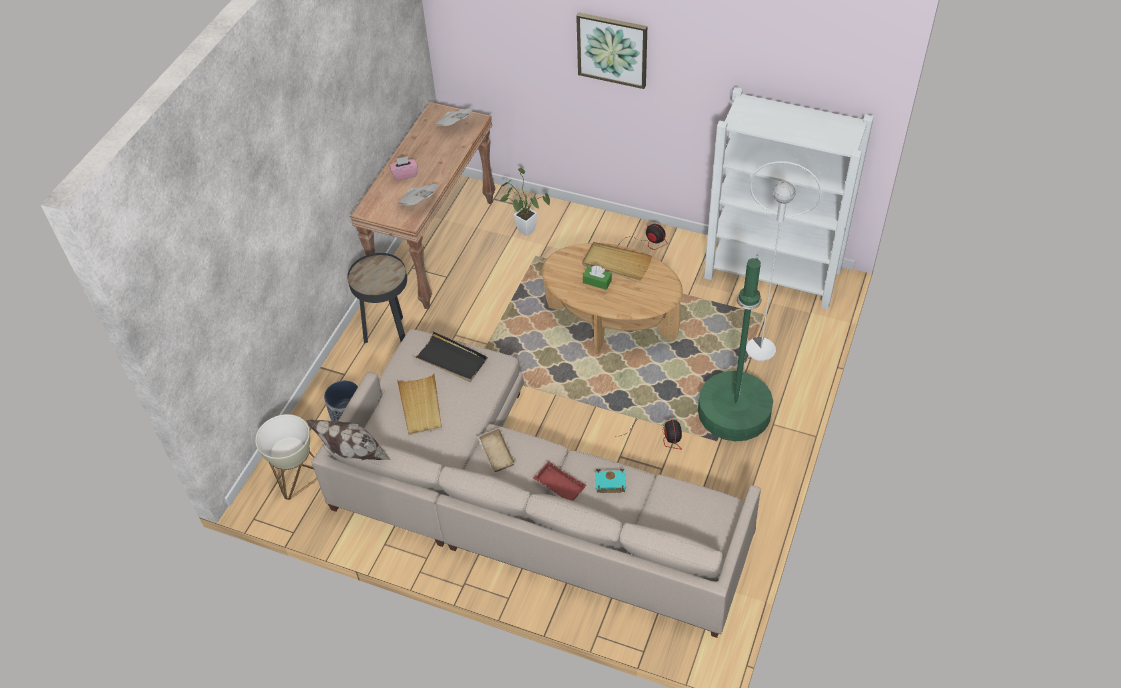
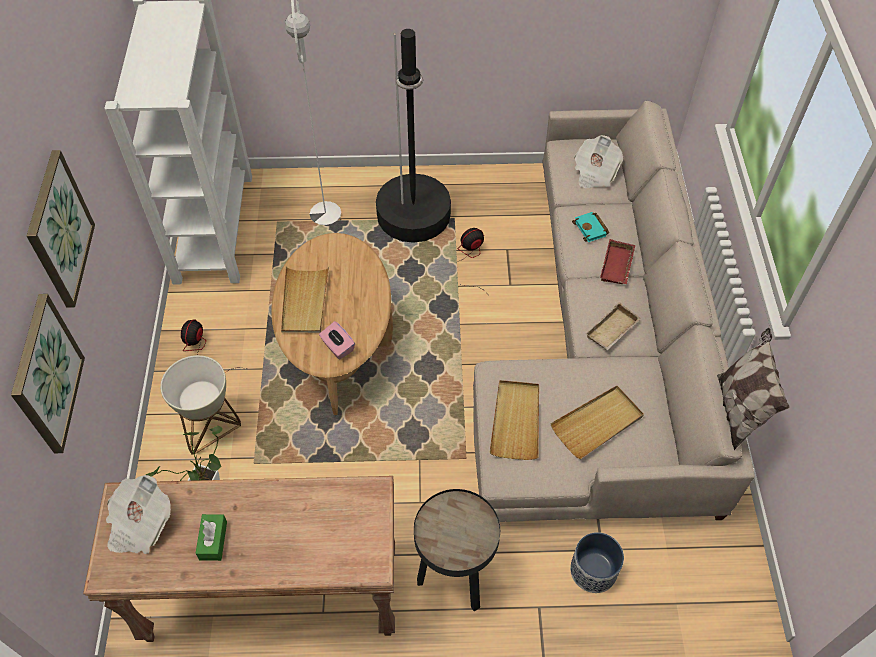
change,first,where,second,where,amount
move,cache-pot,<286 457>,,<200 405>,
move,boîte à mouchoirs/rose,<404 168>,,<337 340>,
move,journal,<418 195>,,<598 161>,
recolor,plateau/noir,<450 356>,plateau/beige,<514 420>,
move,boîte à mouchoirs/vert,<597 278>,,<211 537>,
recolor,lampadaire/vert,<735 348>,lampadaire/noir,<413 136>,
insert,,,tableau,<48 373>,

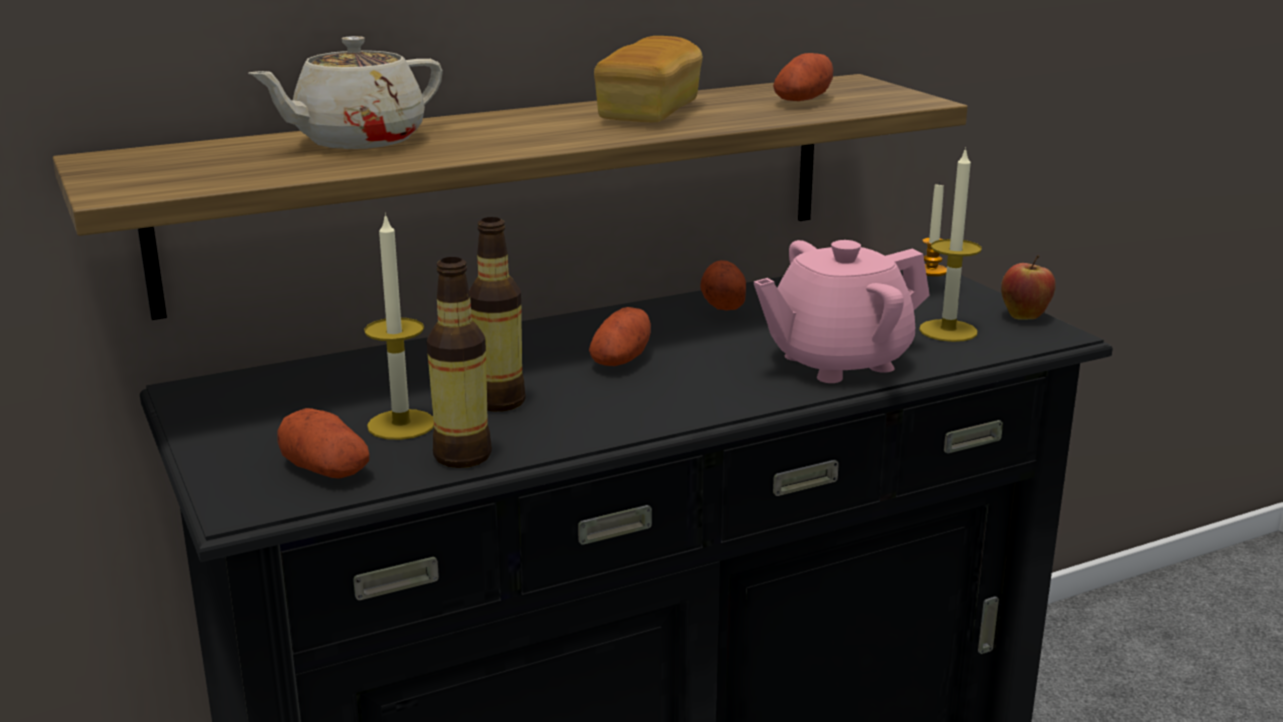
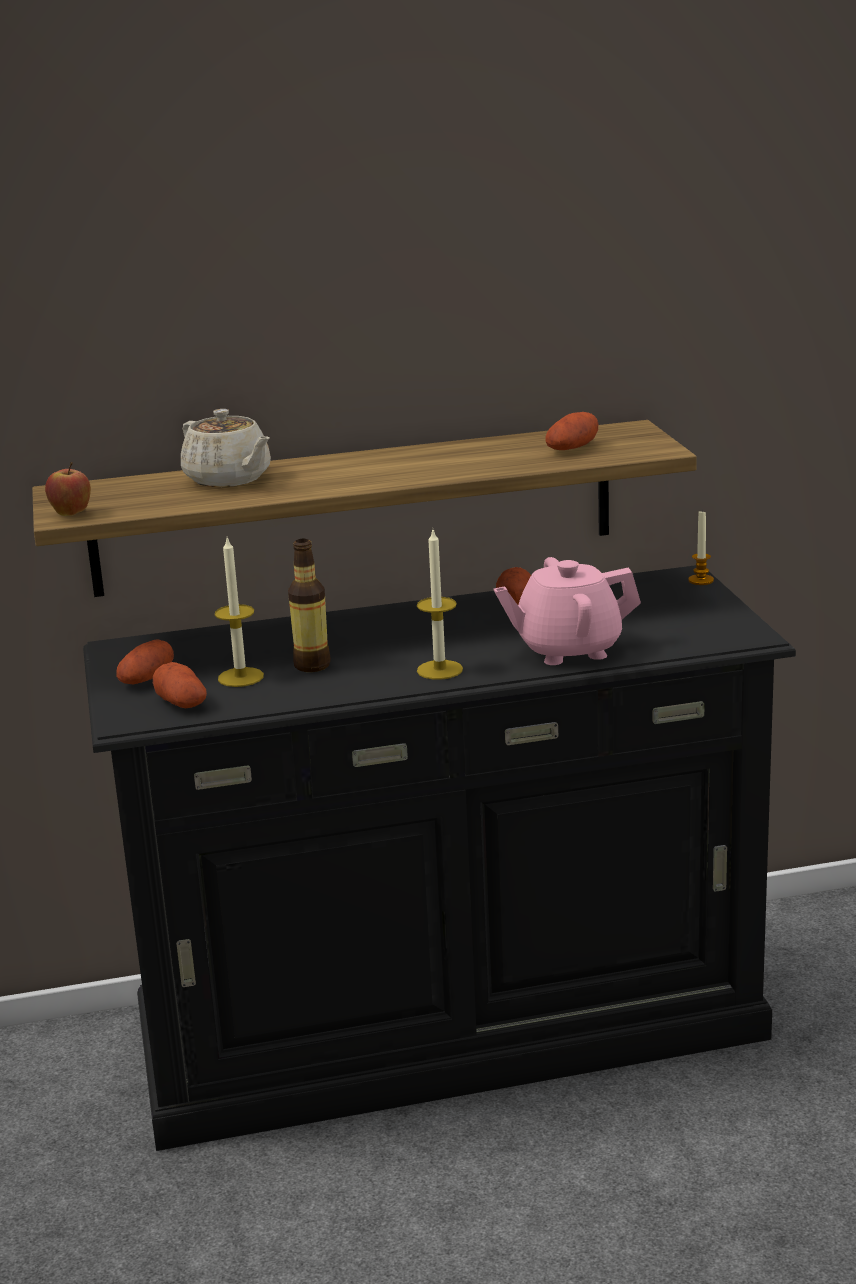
change,first,where,second,where,amount
rotate,théière/beige,<345 92>,,<226 448>,105 degrees counterclockwise
delete,bouteille,<459 362>,,,
move,pomme de terre,<620 336>,,<145 661>,
delete,pain,<648 79>,,,
move,bougie,<950 244>,,<440 605>,
move,pomme,<1028 287>,,<68 489>,

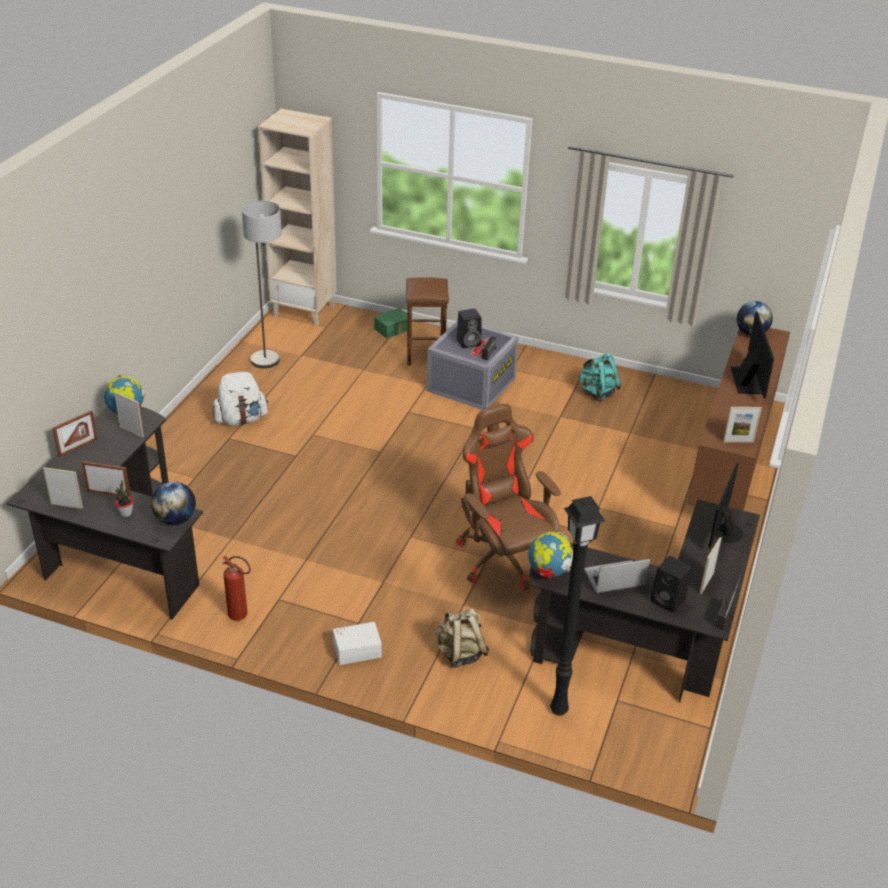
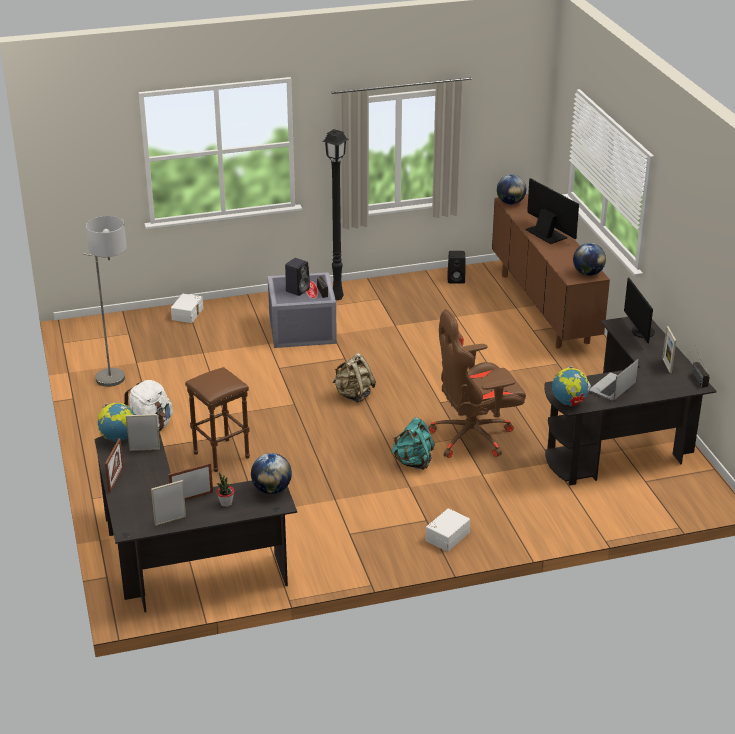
change,first,where,second,where,amount
delete,extincteur,<237 588>,,,
delete,bibliothèque/beige,<297 217>,,,
recolor,boîte de rangement/vert,<390 323>,boîte de rangement/blanc,<187 308>,
move,tabouret/marron,<427 321>,,<217 419>,
move,sac à dos/beige,<462 637>,,<354 378>,
rotate,chaise de bureau/marron,<508 497>,,<477 383>,45 degrees counterclockwise
move,lampadaire/noir,<578 606>,,<336 214>,
move,sac à dos/turquoise,<599 377>,,<413 443>,
move,enceinte/noir,<670 584>,,<456 267>,
replace,cadre photo,<742 425>,globe,<589 259>,

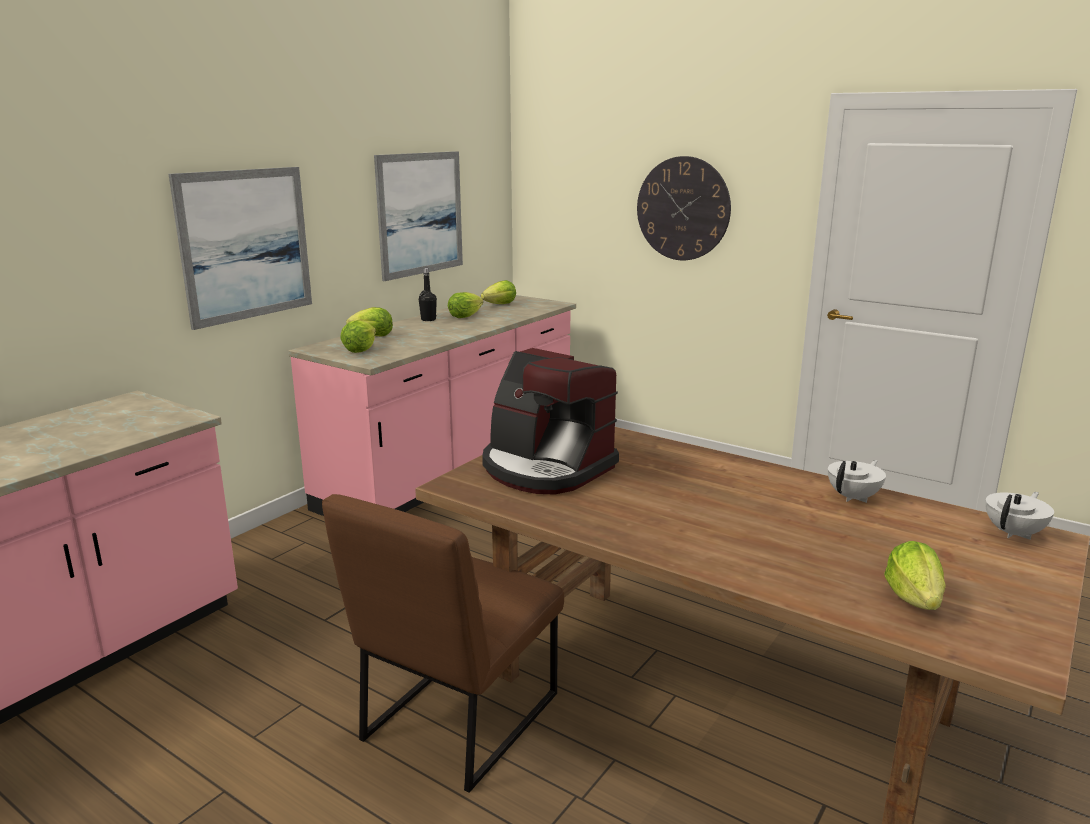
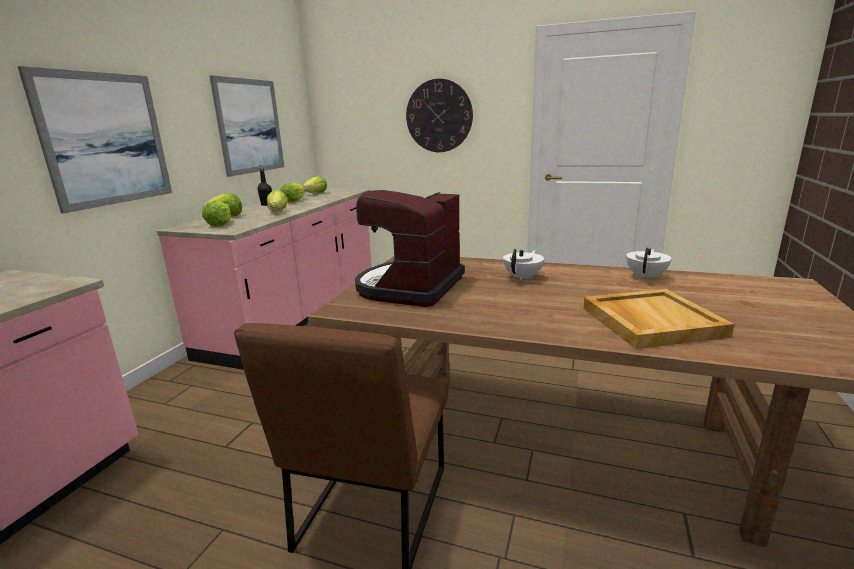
change,first,where,second,where,amount
rotate,machine à café,<550 421>,,<410 248>,90 degrees clockwise
move,laitue,<915 575>,,<277 201>,
move,théière/blanc,<1019 516>,,<523 265>,
insert,,,plateau/beige,<658 319>,

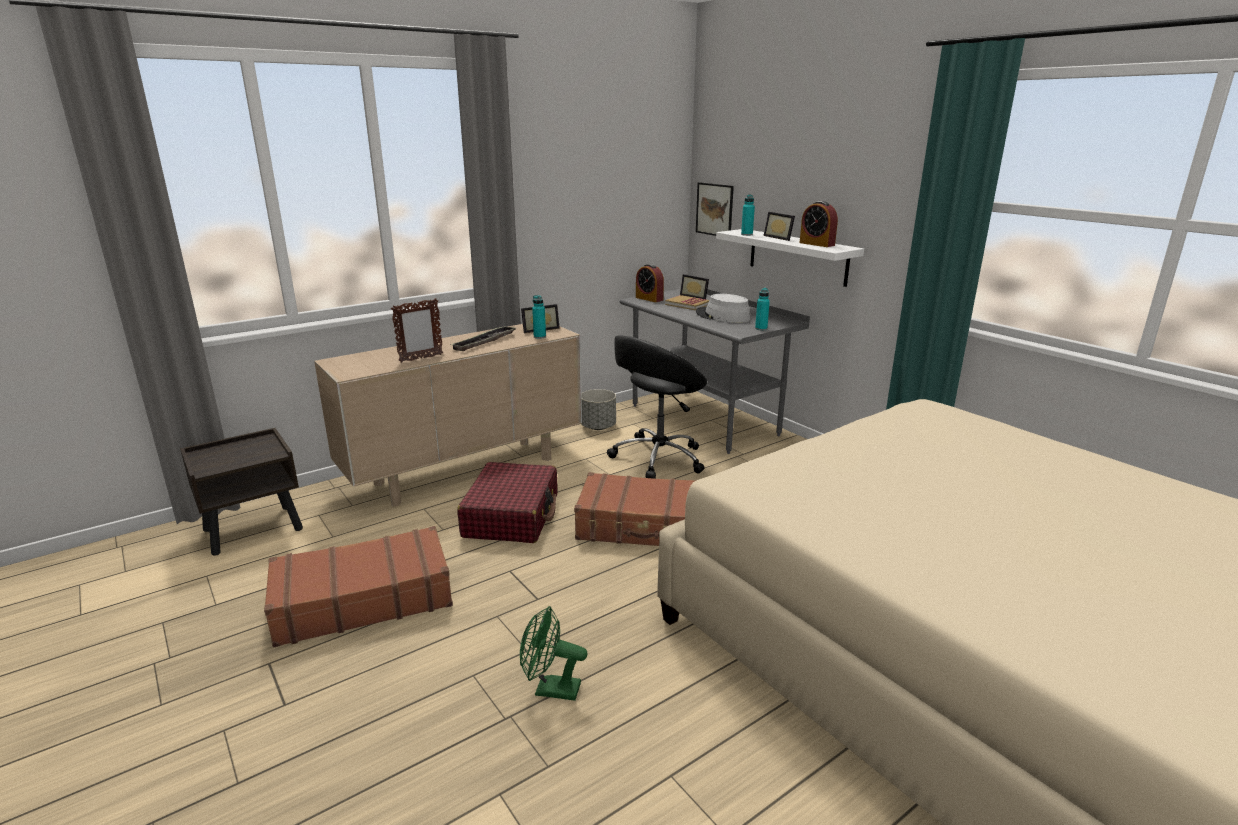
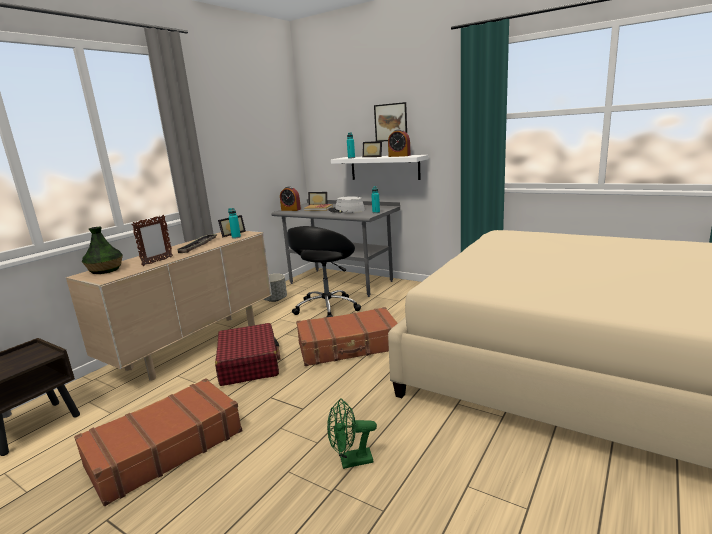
change,first,where,second,where,amount
move,tableau,<715 209>,,<390 121>,
insert,,,vase,<102 250>,

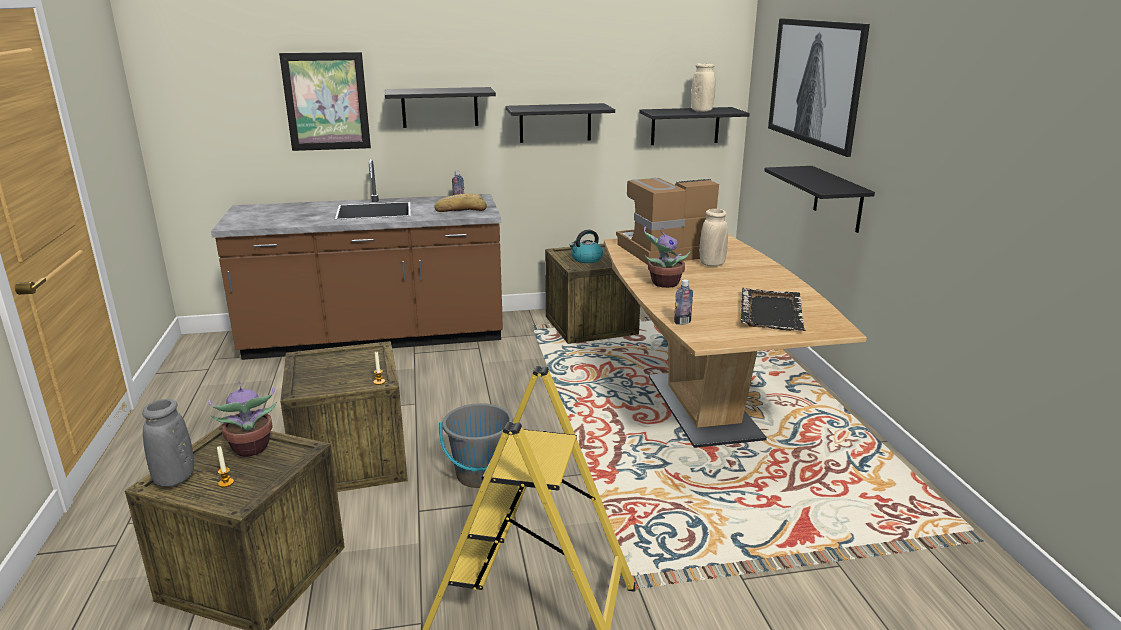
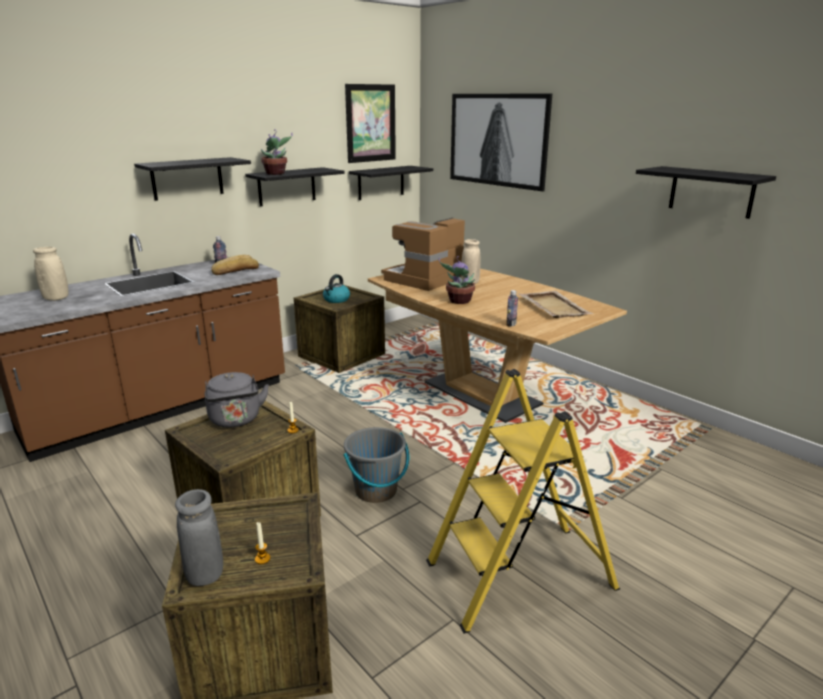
change,first,where,second,where,amount
move,plante en pot,<242 419>,,<277 152>,
move,tableau,<325 101>,,<370 123>,
move,vase/beige,<703 87>,,<50 274>,
recolor,plateau/noir,<773 309>,plateau/beige,<556 304>,
move,étagère/noir,<819 199>,,<706 192>,
insert,,,bouilloire/gris,<237 399>,

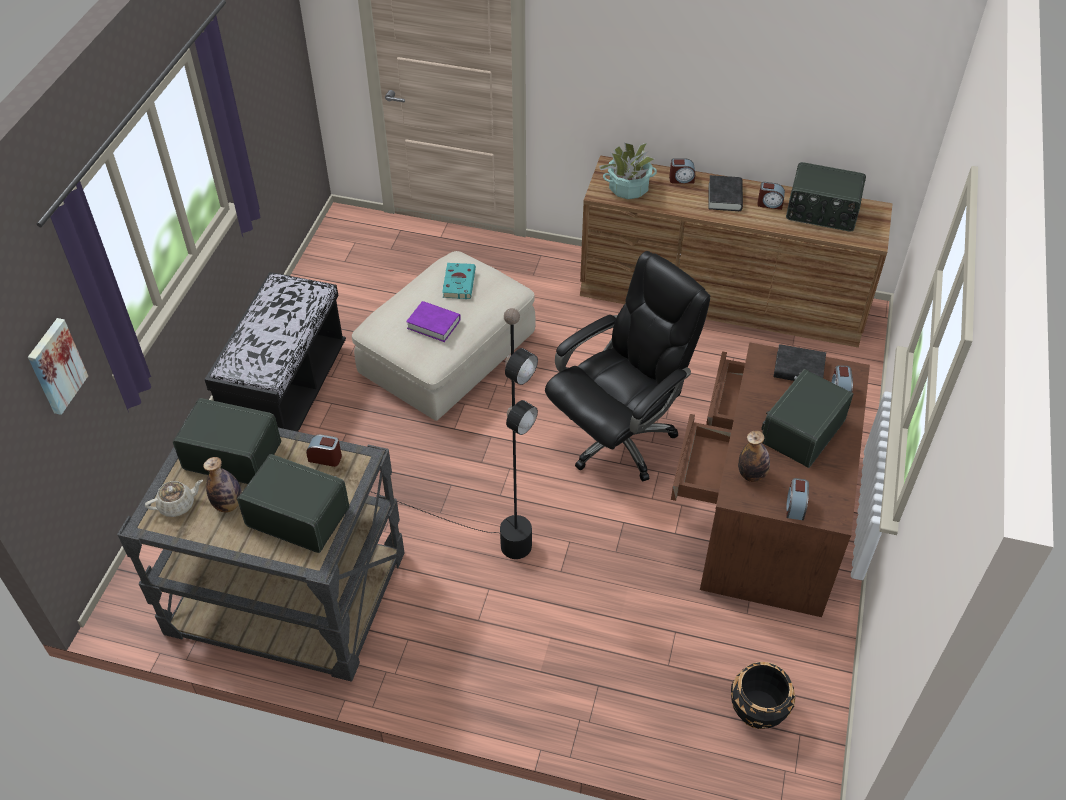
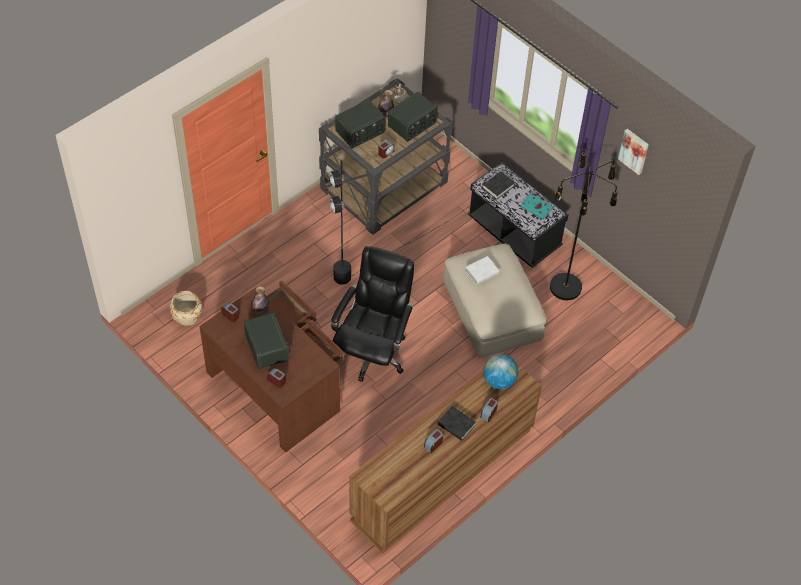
change,first,where,second,where,amount
move,tableau,<58 366>,,<633 152>,
recolor,livre/violet,<433 321>,livre/blanc,<482 270>,
move,livre/turquoise,<459 281>,,<536 206>,
rotate,chaise de bureau/noir,<627 366>,,<372 314>,150 degrees counterclockwise
replace,plante en pot,<628 170>,globe,<500 371>,
recolor,cache-pot/noir,<763 695>,cache-pot/beige,<186 308>,
move,livre/noir,<800 362>,,<498 186>,
delete,radio,<826 197>,,,
insert,,,lampadaire,<584 224>,

